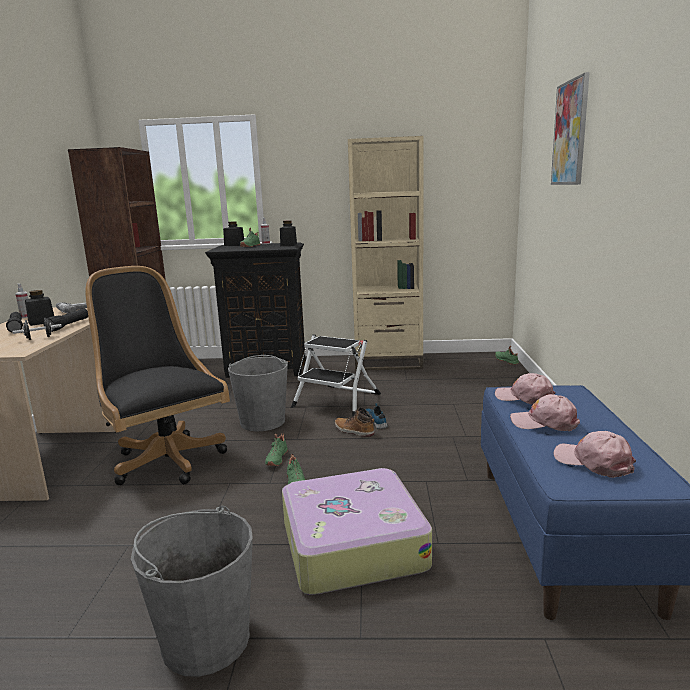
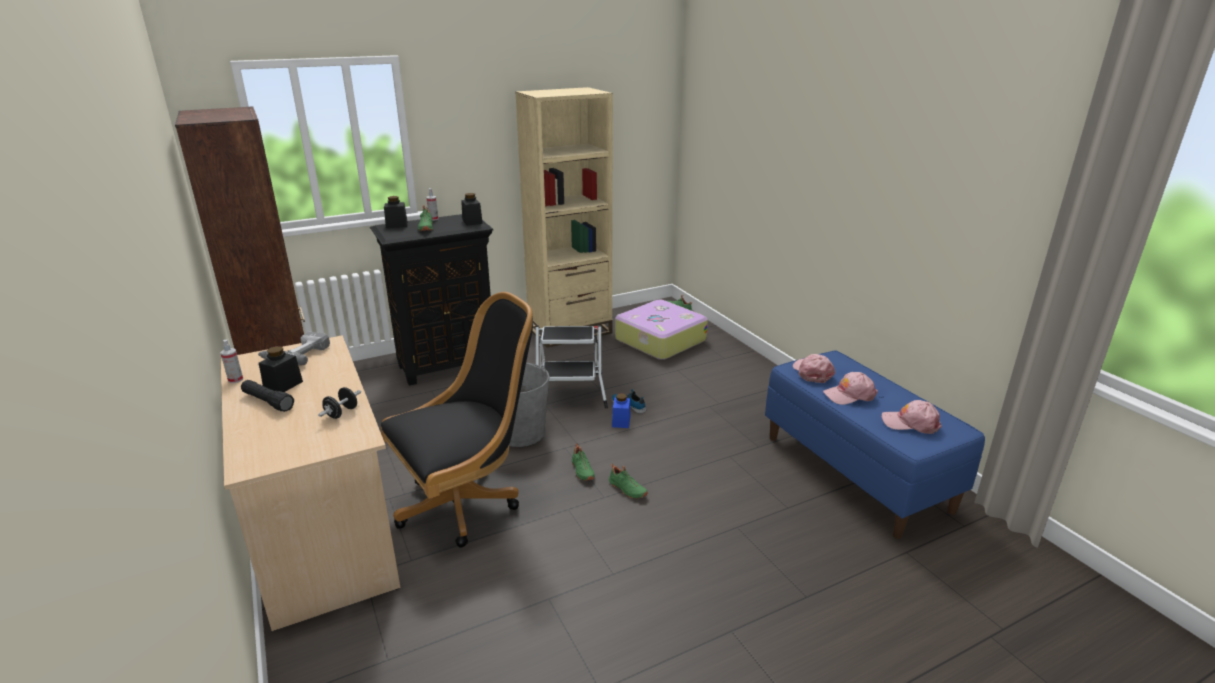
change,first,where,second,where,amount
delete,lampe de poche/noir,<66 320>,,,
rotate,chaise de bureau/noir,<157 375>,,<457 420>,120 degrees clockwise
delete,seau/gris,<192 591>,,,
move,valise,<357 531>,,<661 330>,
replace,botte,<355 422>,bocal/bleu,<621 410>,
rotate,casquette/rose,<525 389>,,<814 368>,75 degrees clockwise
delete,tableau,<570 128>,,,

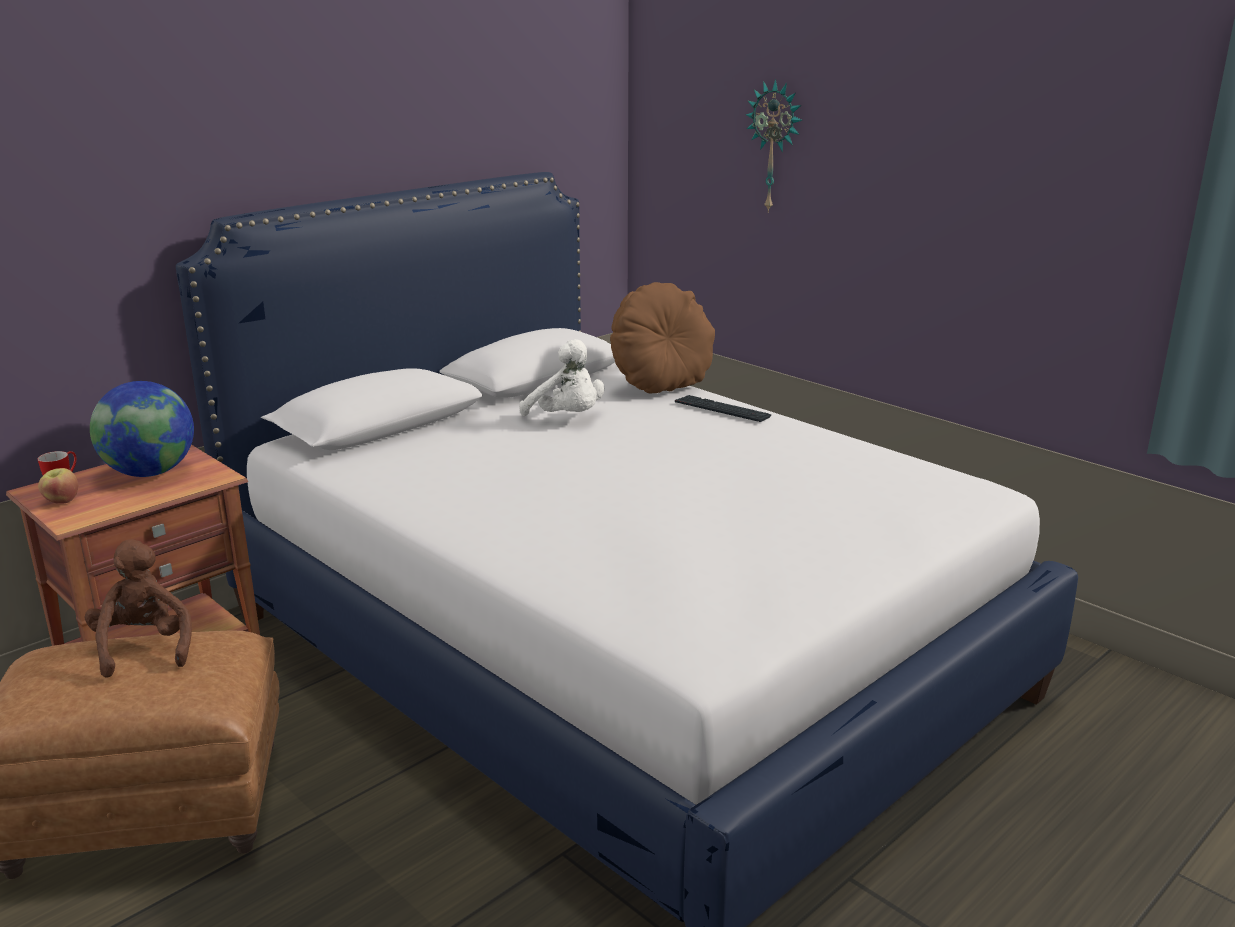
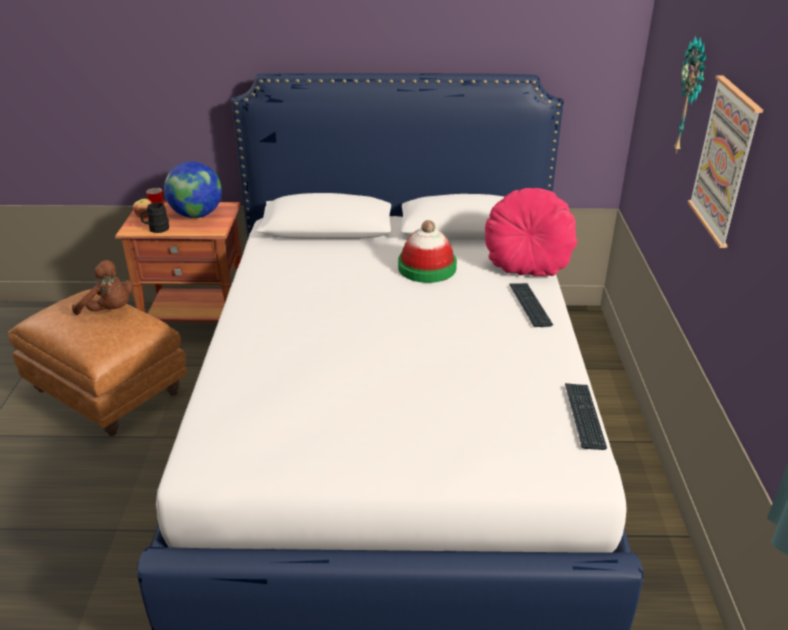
change,first,where,second,where,amount
rotate,peluche/marron,<138 608>,,<102 287>,90 degrees clockwise
replace,peluche/blanc,<561 377>,chapeau,<427 251>,
recolor,coussin/marron,<662 337>,coussin/rose,<531 232>,
insert,,,mug/noir,<155 217>,
insert,,,clavier,<586 416>,
insert,,,tableau,<725 161>,

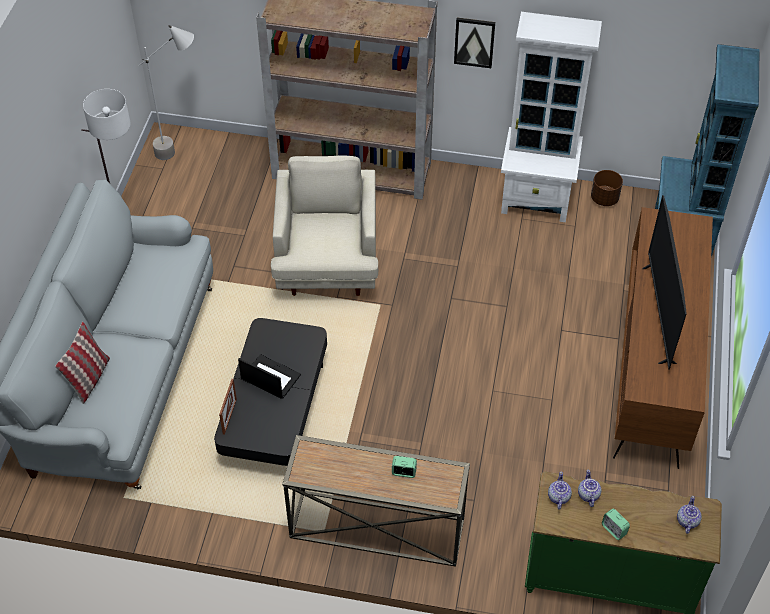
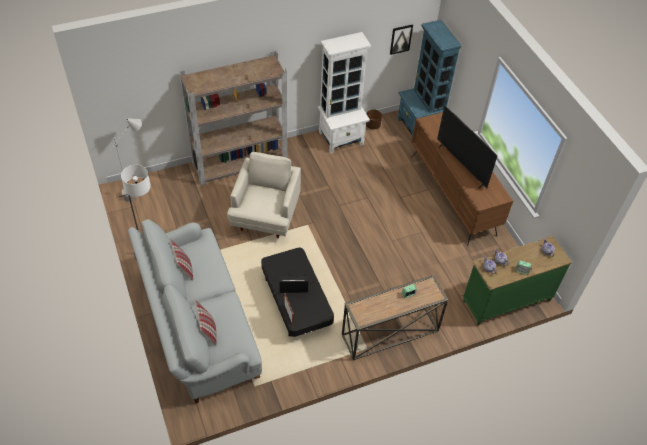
change,first,where,second,where,amount
rotate,fauteuil/beige,<324 226>,,<264 195>,45 degrees clockwise
move,tableau,<474 43>,,<401 40>,
insert,,,coussin,<181 260>,

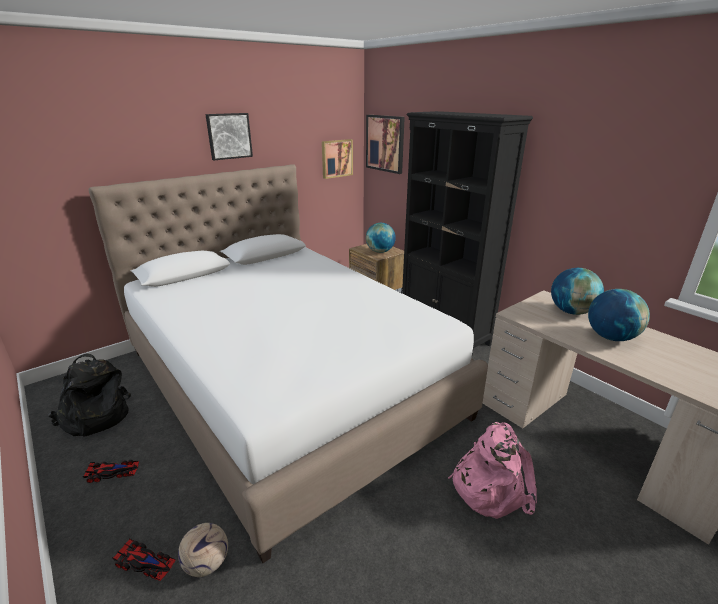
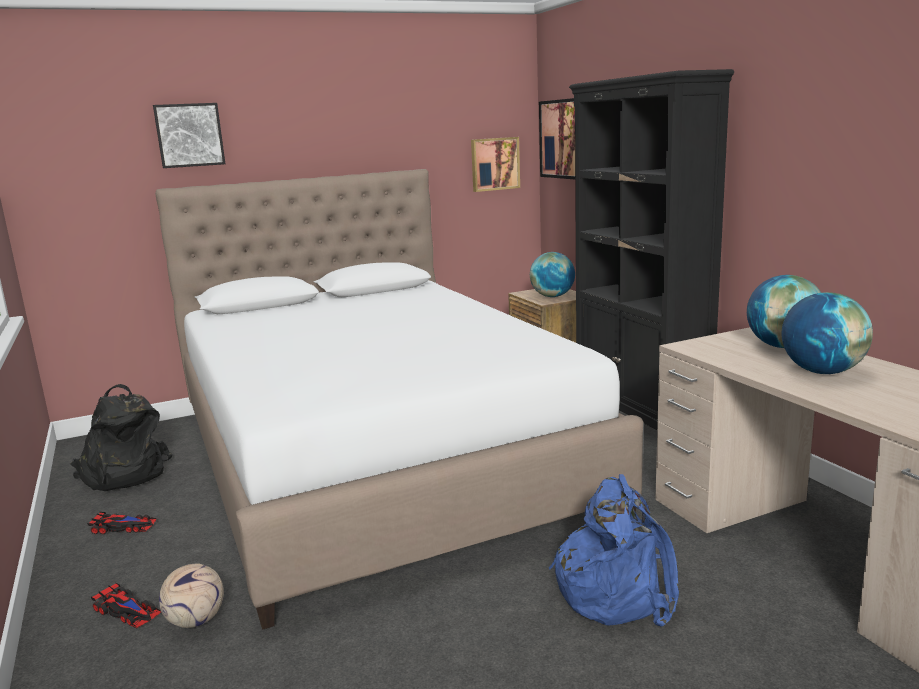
change,first,where,second,where,amount
move,tableau,<229 136>,,<189 135>,
recolor,sac à dos/rose,<492 470>,sac à dos/bleu,<614 550>,

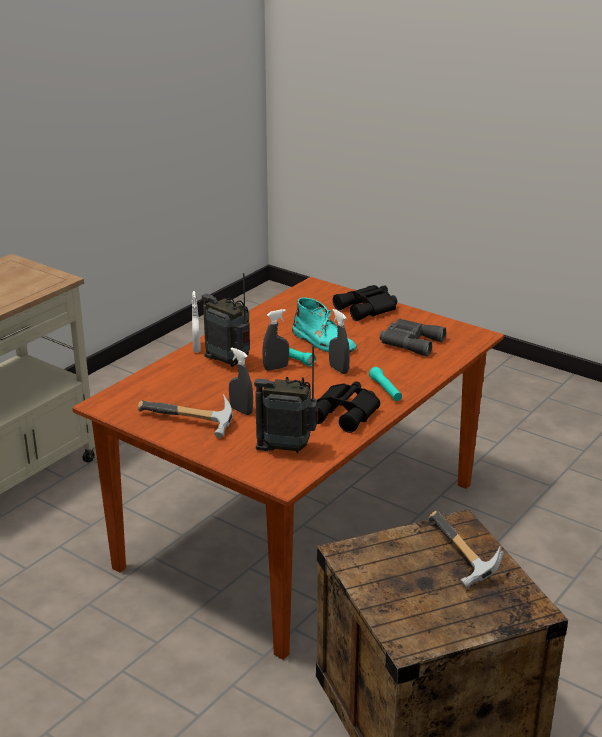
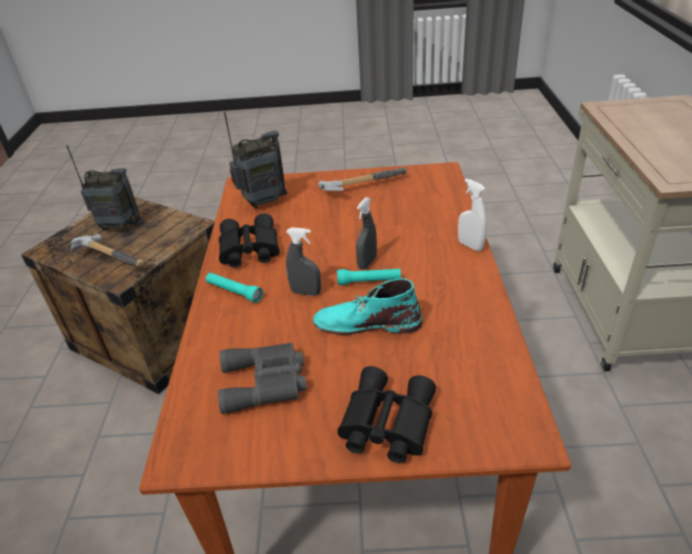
change,first,where,second,where,amount
move,radio,<226 320>,,<104 188>,
delete,vaporisateur/gris,<241 381>,,,

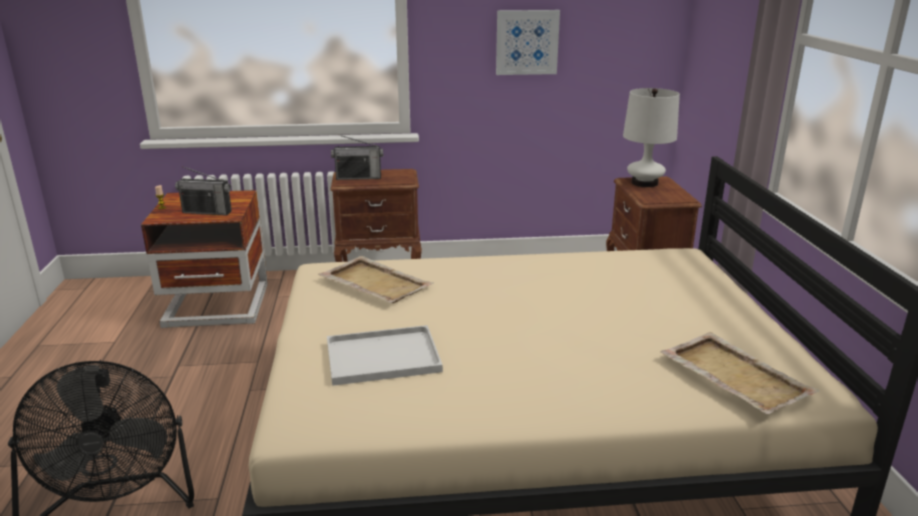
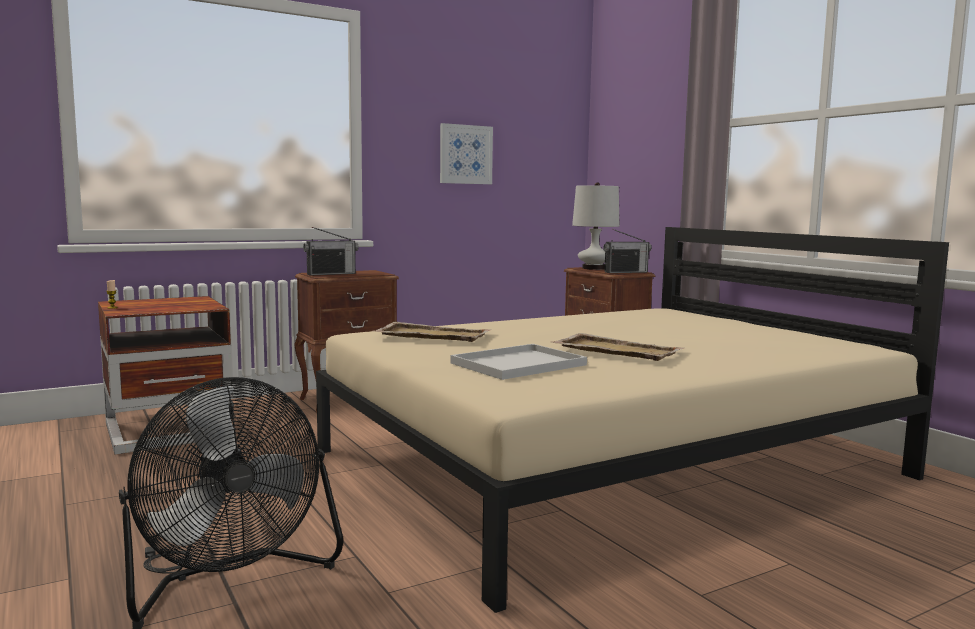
change,first,where,second,where,amount
move,radio,<203 190>,,<627 251>,
move,plateau/beige,<739 373>,,<618 347>,

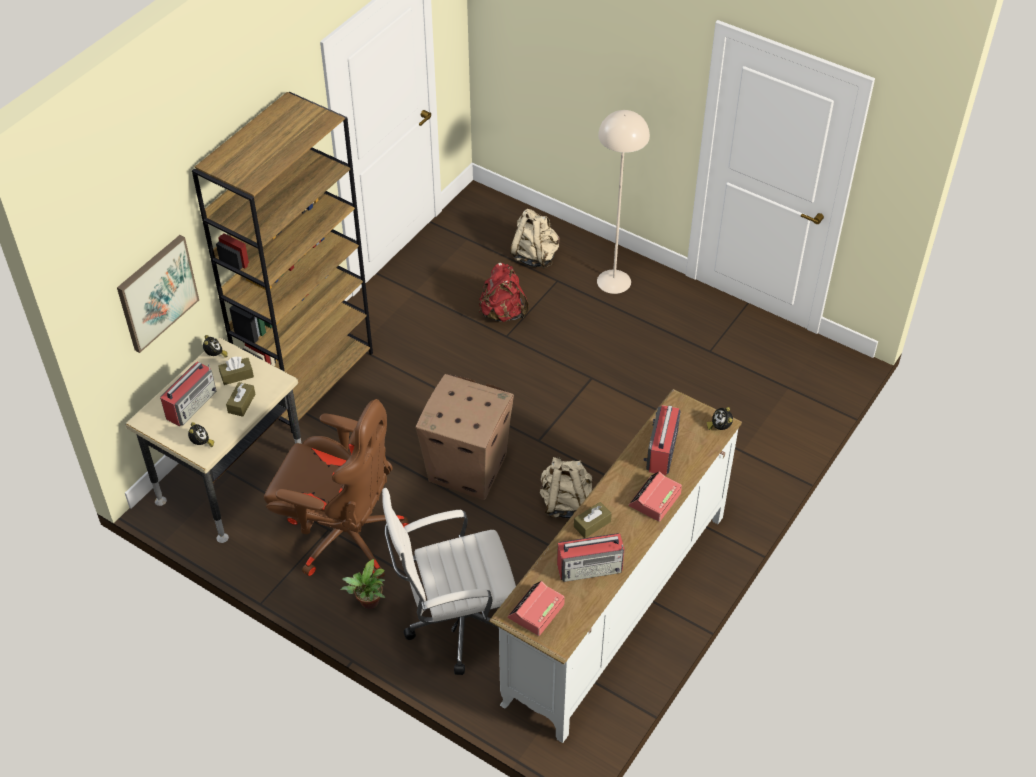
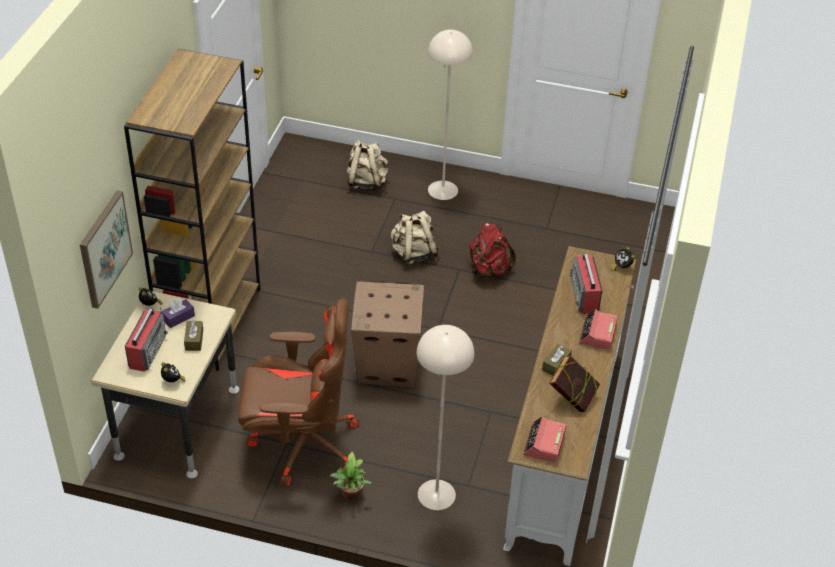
change,first,where,second,where,amount
recolor,boîte à mouchoirs/marron,<236 371>,boîte à mouchoirs/violet,<178 313>,
replace,chaise de bureau/blanc,<449 581>,lampadaire/beige,<445 417>,
move,sac à dos/rouge,<504 292>,,<492 250>,
move,sac à dos/beige,<566 487>,,<415 238>,
replace,radio,<591 557>,livre,<574 384>,

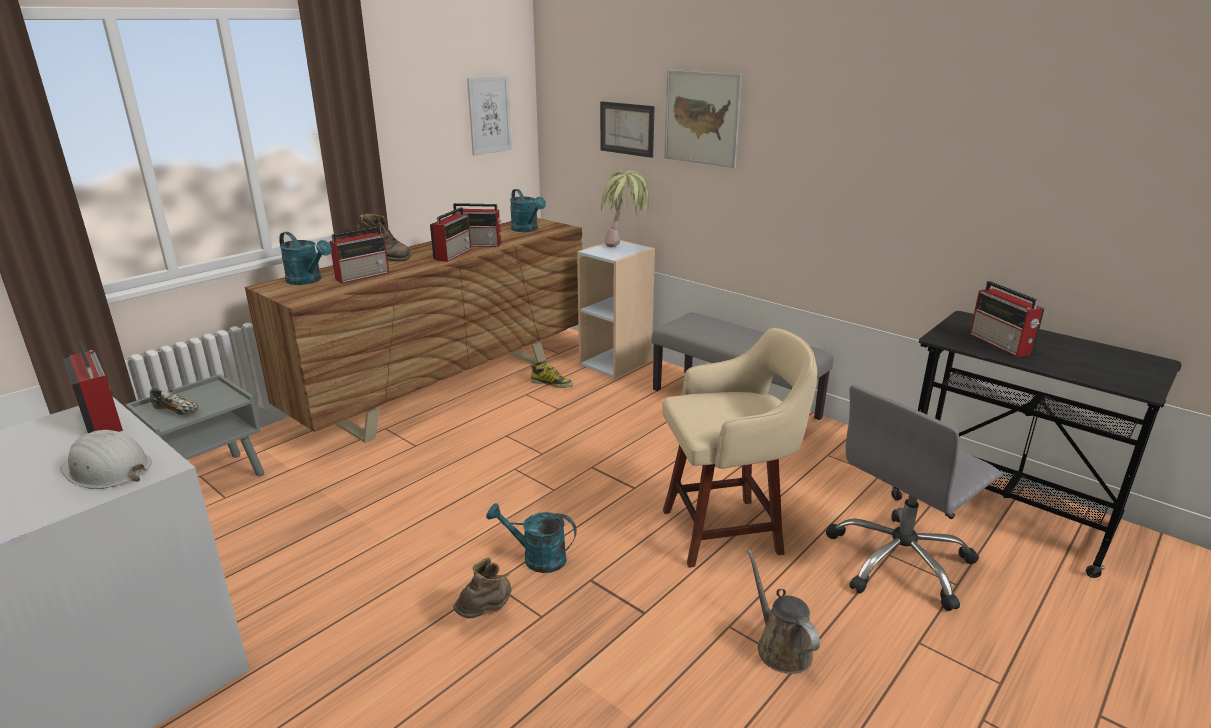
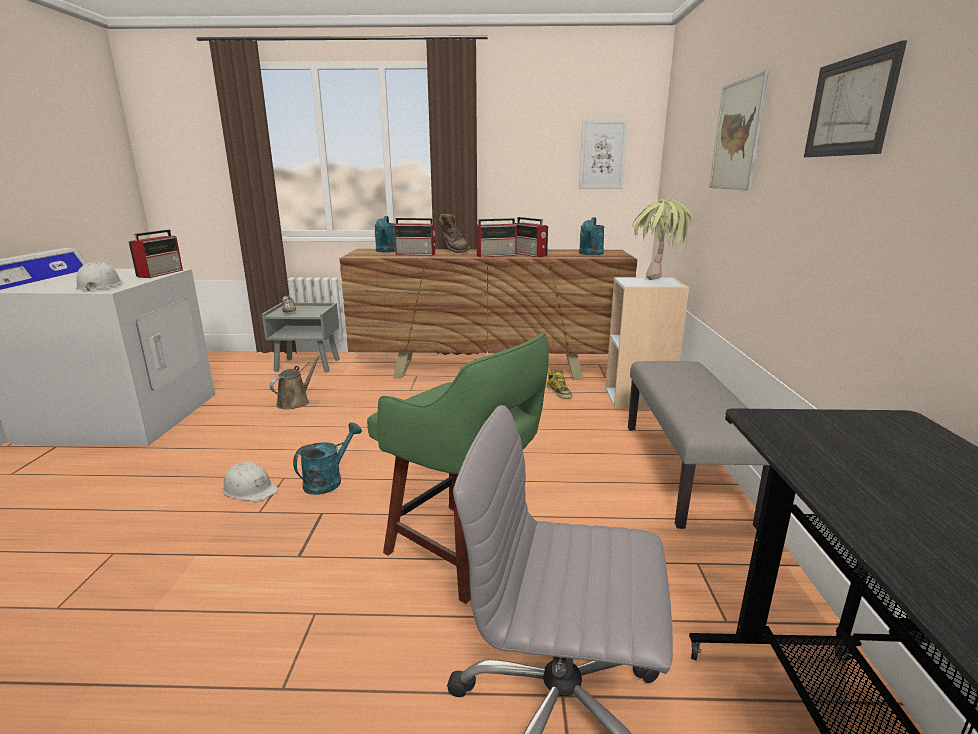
change,first,where,second,where,amount
replace,botte/marron,<482 587>,casque de chantier/blanc,<250 482>,
rotate,arrosoir/turquoise,<531 538>,,<327 458>,60 degrees clockwise
move,tableau,<627 129>,,<855 98>,
recolor,tabouret/beige,<739 448>,tabouret/vert,<458 468>,
move,arrosoir/marron,<783 611>,,<296 381>,
delete,radio,<1007 319>,,,

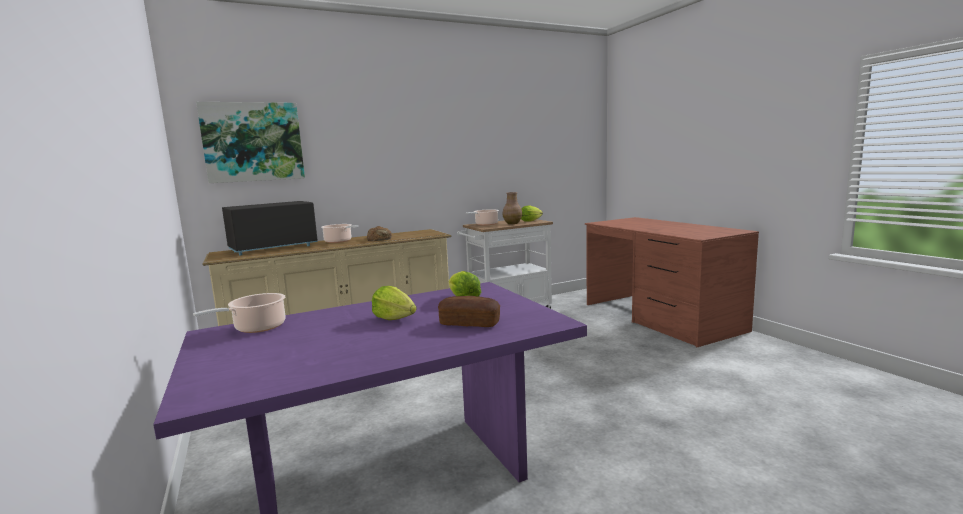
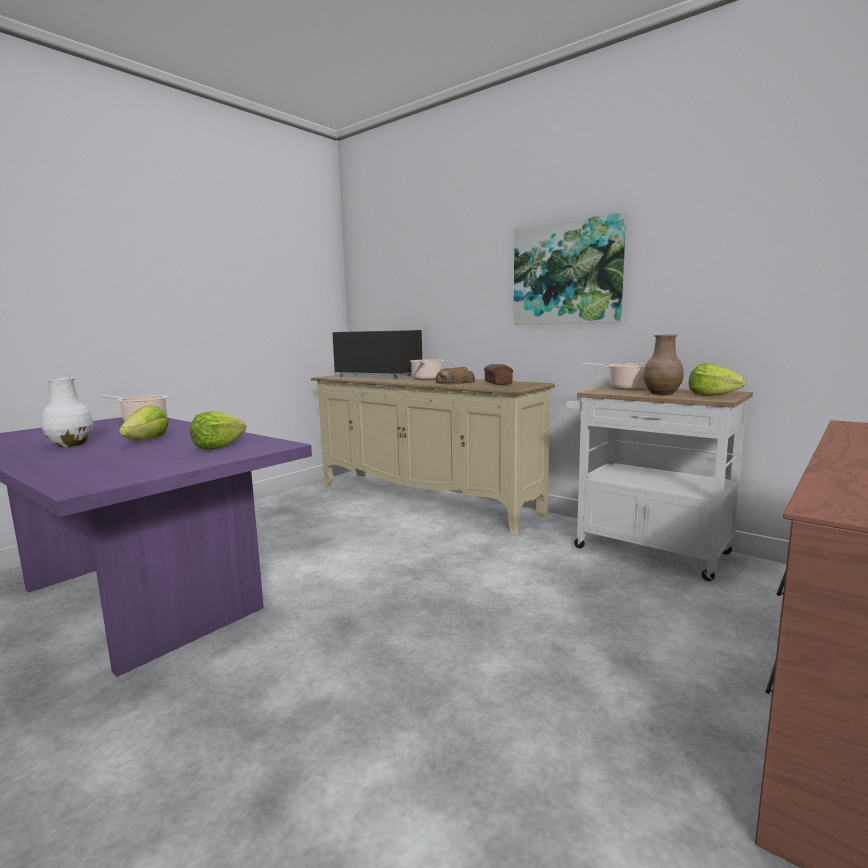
change,first,where,second,where,amount
move,tableau,<250 142>,,<570 268>,
move,pain,<469 311>,,<498 374>,
insert,,,vase/blanc,<67 412>,

